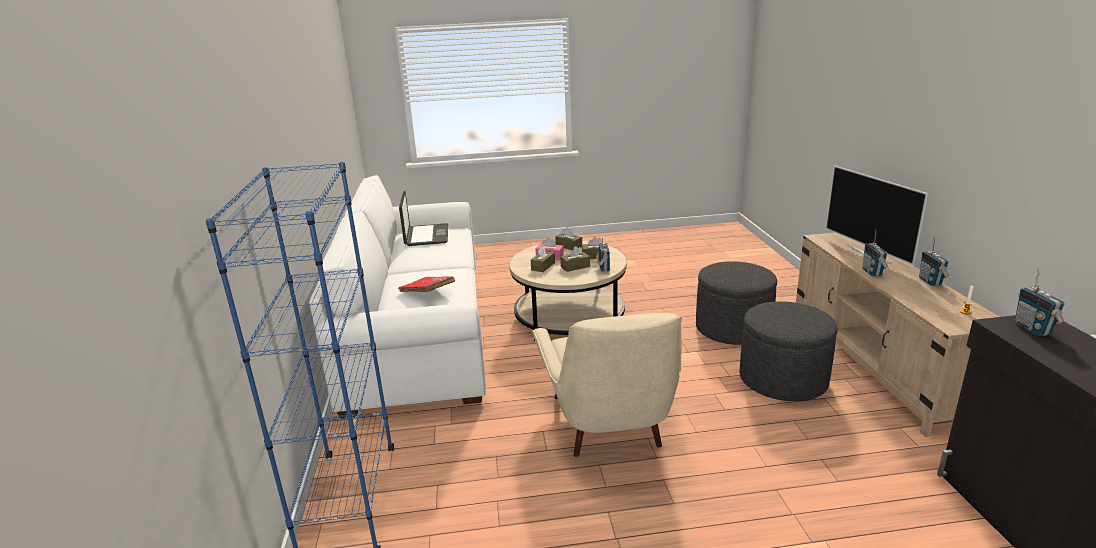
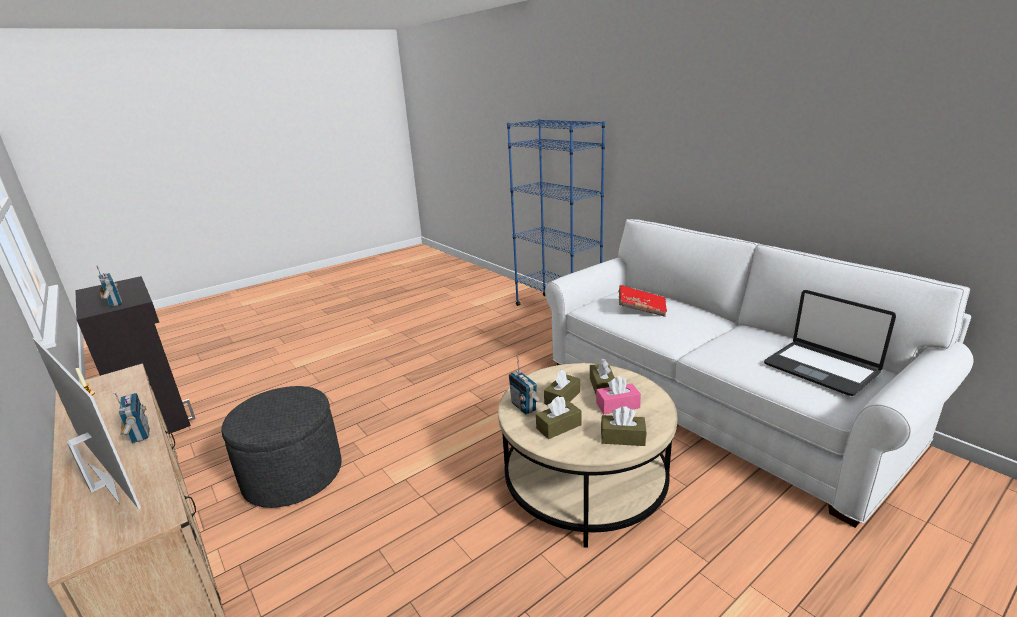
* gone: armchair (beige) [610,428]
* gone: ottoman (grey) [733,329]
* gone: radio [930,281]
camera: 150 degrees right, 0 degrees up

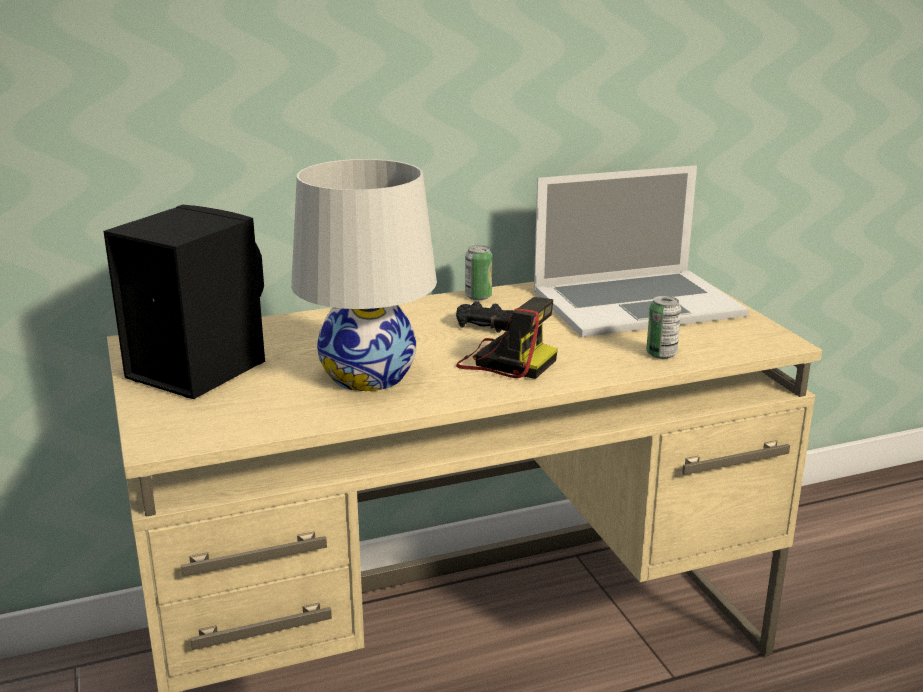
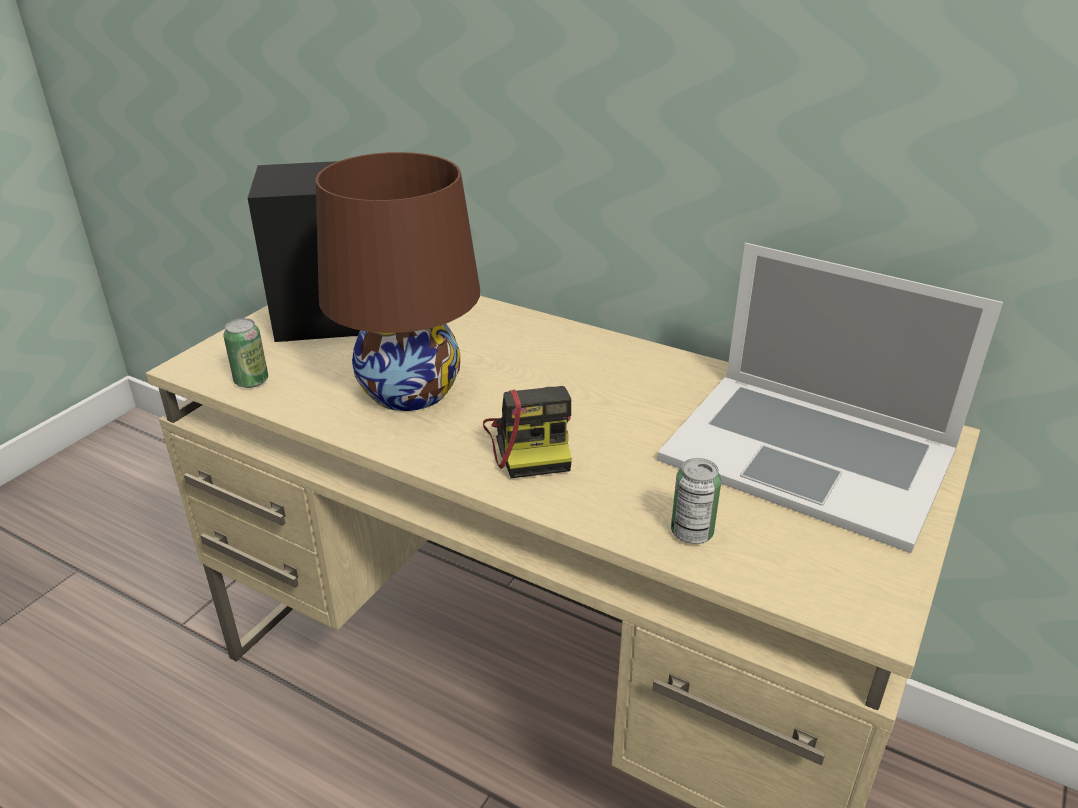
* repainted: table lamp (white) [368,375] to table lamp (brown) [410,390]
* gone: game controller (black) [486,324]
* shifted: can [478,296] to [251,381]
camera: 50 degrees right, 10 degrees up

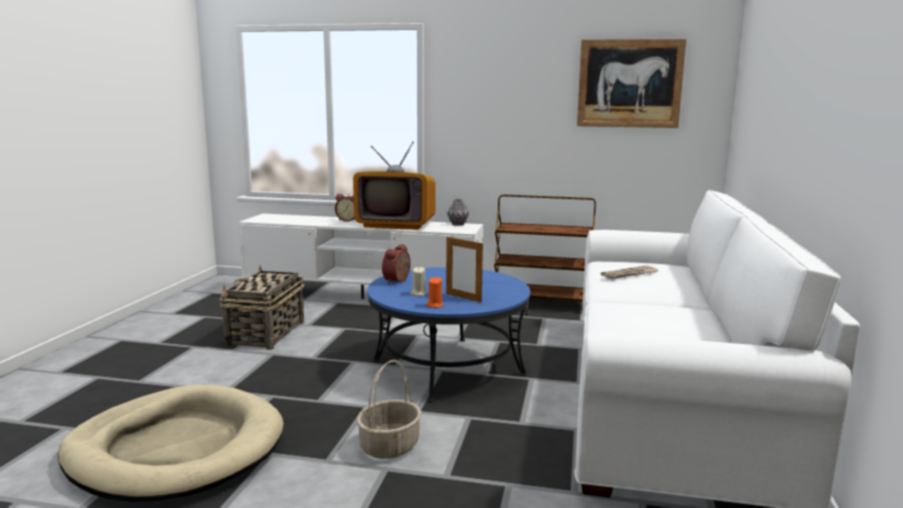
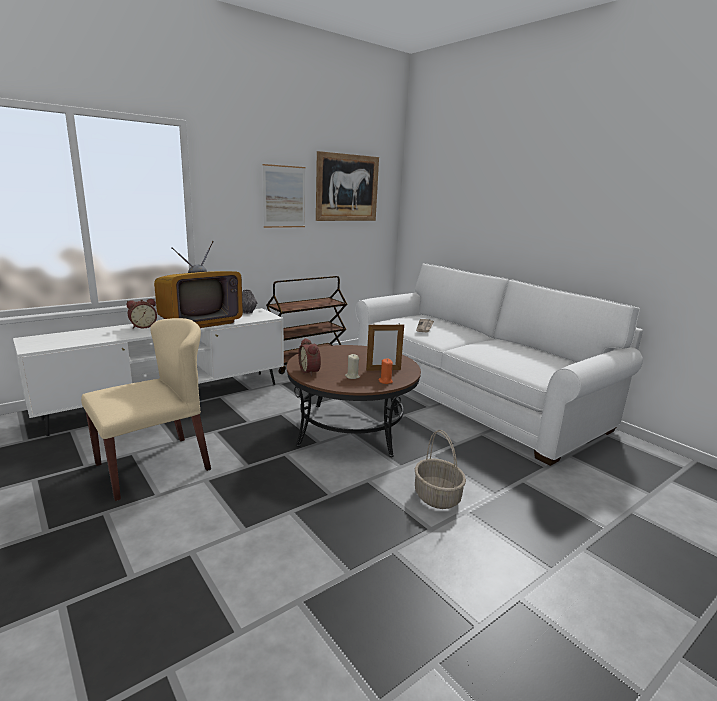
* gone: dog bed (beige) [176,449]
* swapped: basket [265,334] to chair (beige) [154,466]
* repainted: coffee table (blue) [448,367] to coffee table (brown) [351,428]
* new: picture [284,197]
camera: 50 degrees left, 5 degrees up

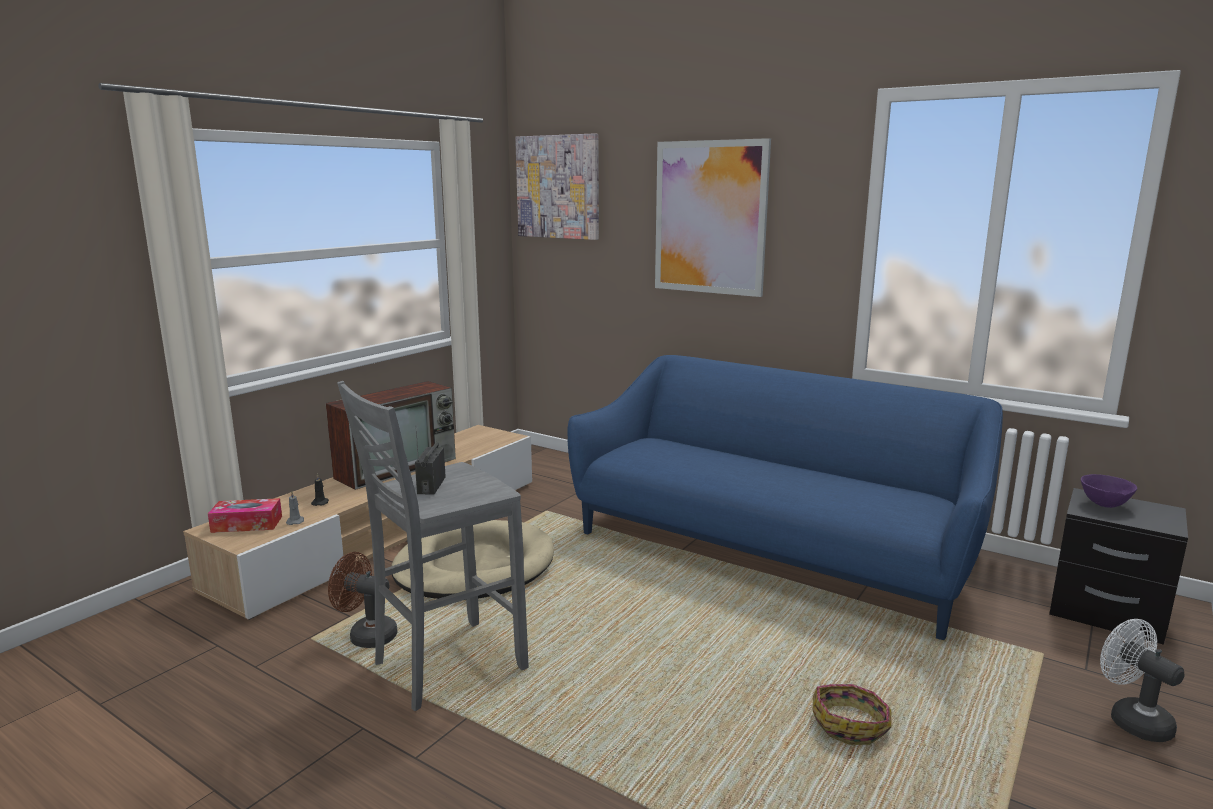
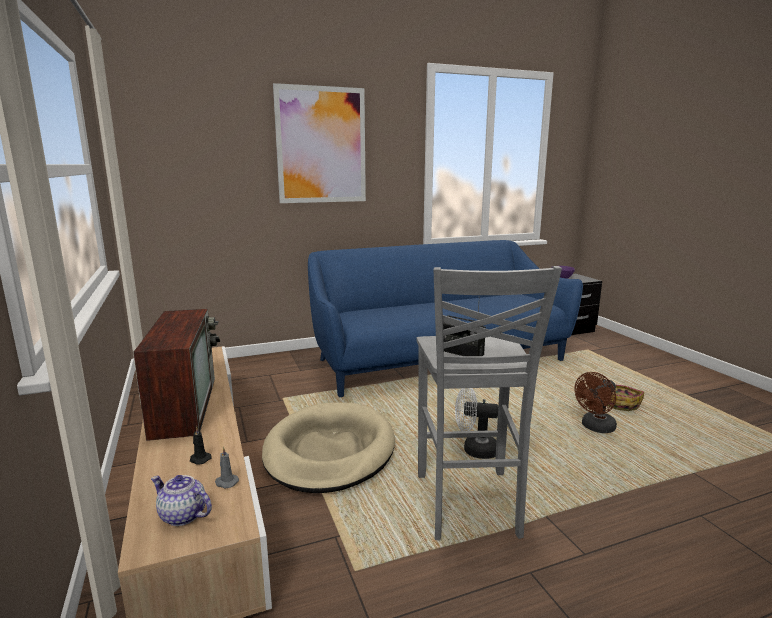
* swapped: tissue box [247,524] to teapot [182,516]
* shifted: fan (brown) [366,635] to [595,428]
* gone: picture [558,187]
* shifted: fan (white) [1131,719] to [474,450]
camera: 55 degrees left, 0 degrees up

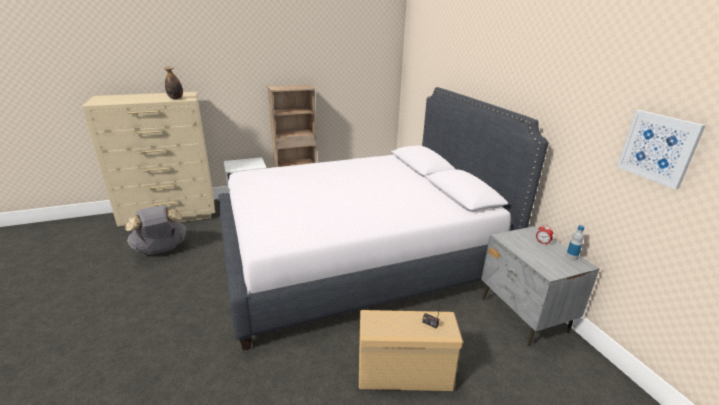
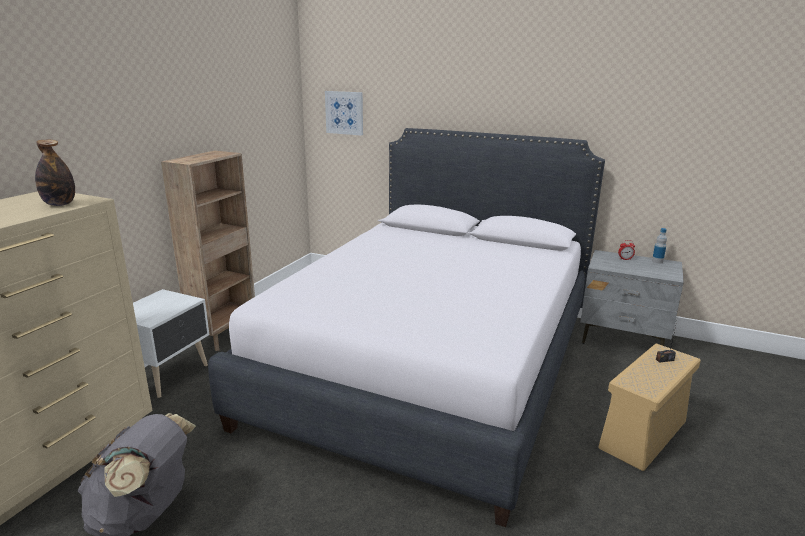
* shifted: picture [658,148] to [344,113]
camera: 45 degrees left, 5 degrees down

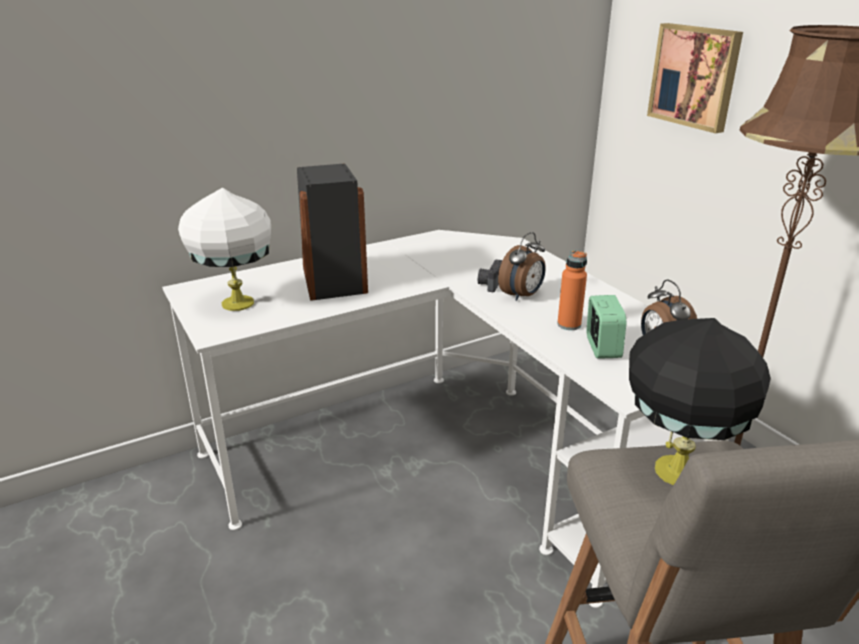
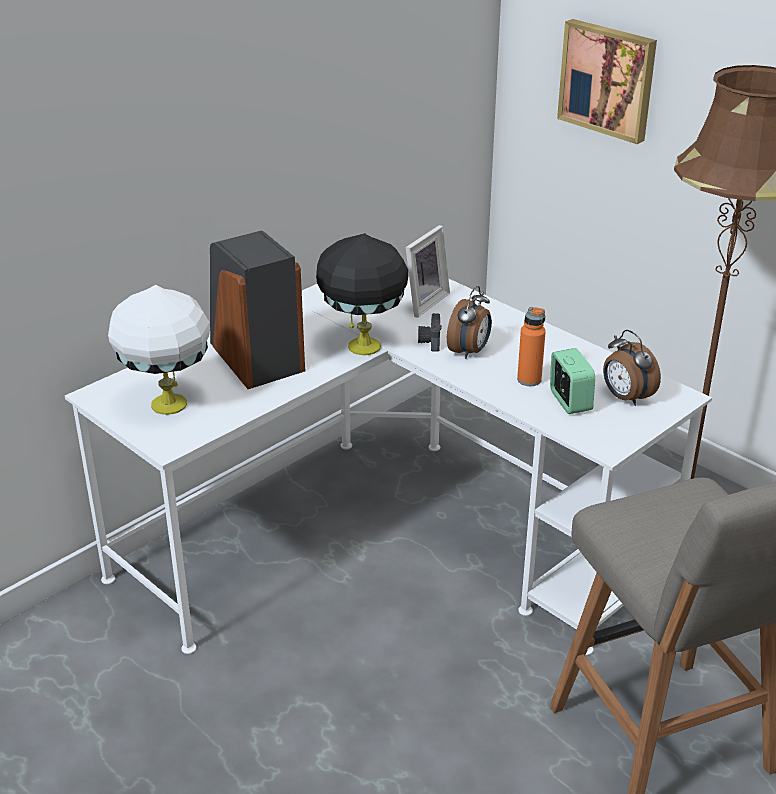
* shifted: table lamp (black) [675,471] to [362,346]
* new: picture frame [422,302]
camera: 15 degrees left, 5 degrees up

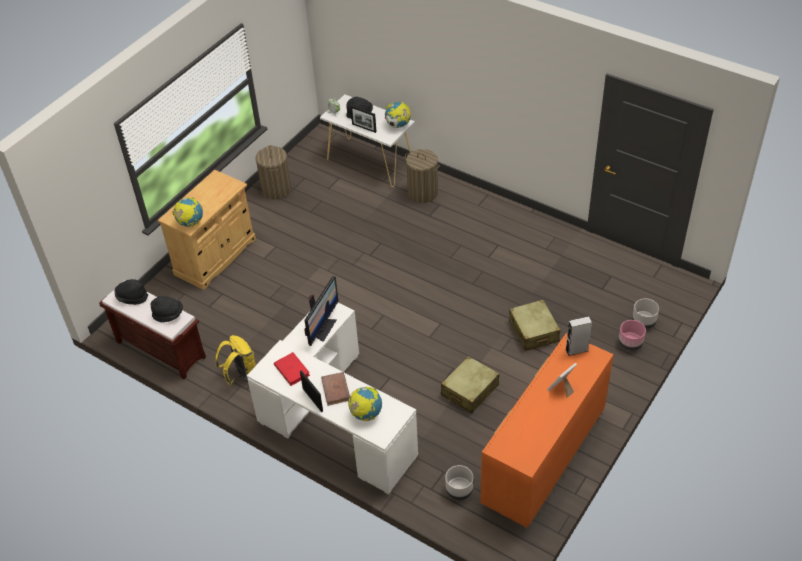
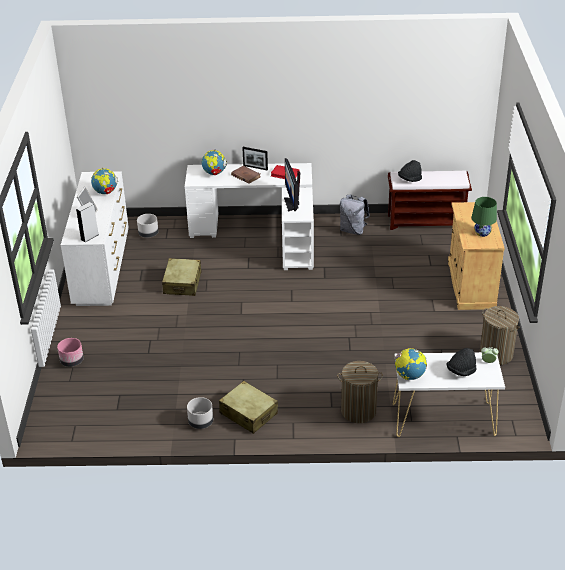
* gone: hat (black) [132,297]
* shifted: globe [190,223] to [106,192]
* repainted: backpack (yellow) [241,375] to backpack (grey) [353,230]
* gone: picture frame [364,128]
* repainted: dresser (orange) [542,458] to dresser (white) [102,268]
* shifted: suitcase (beige) [533,331] to [248,413]
* shifted: planter (grey) [643,322] to [201,422]
* new: table lamp (green) [482,233]
camera: 145 degrees right, 10 degrees down

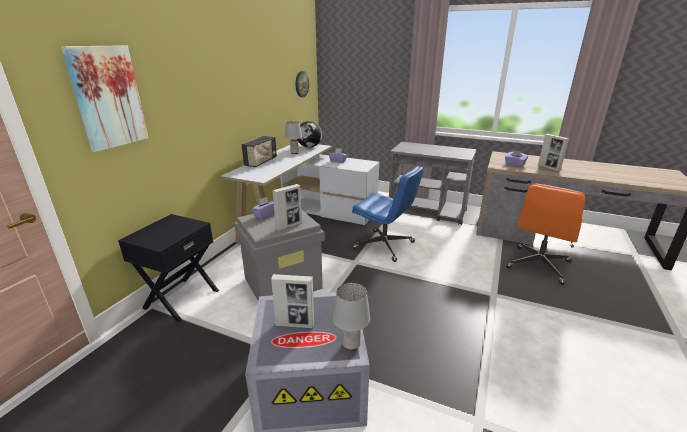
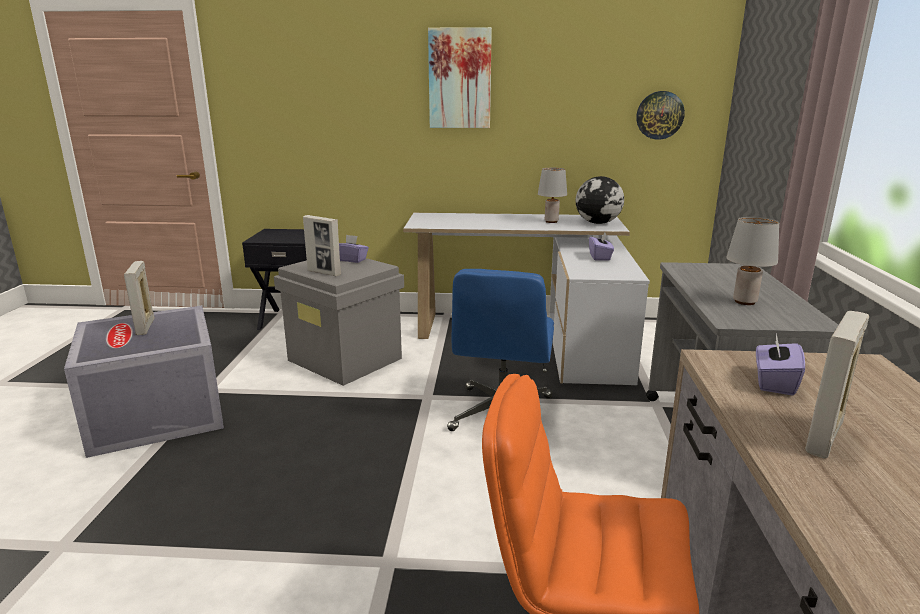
* shifted: picture [108,97] to [460,79]
* gone: radio [261,162]
* shifted: table lamp (grey) [351,345] to [744,302]
camera: 70 degrees right, 5 degrees down

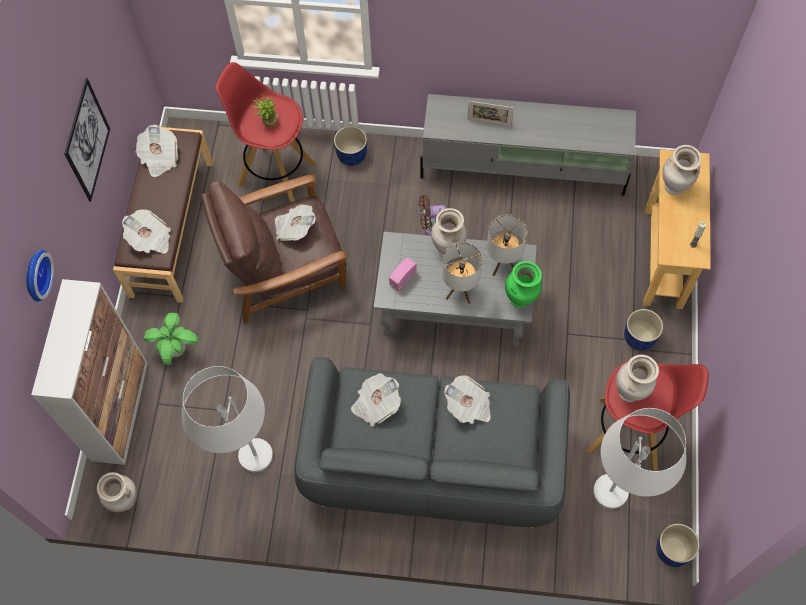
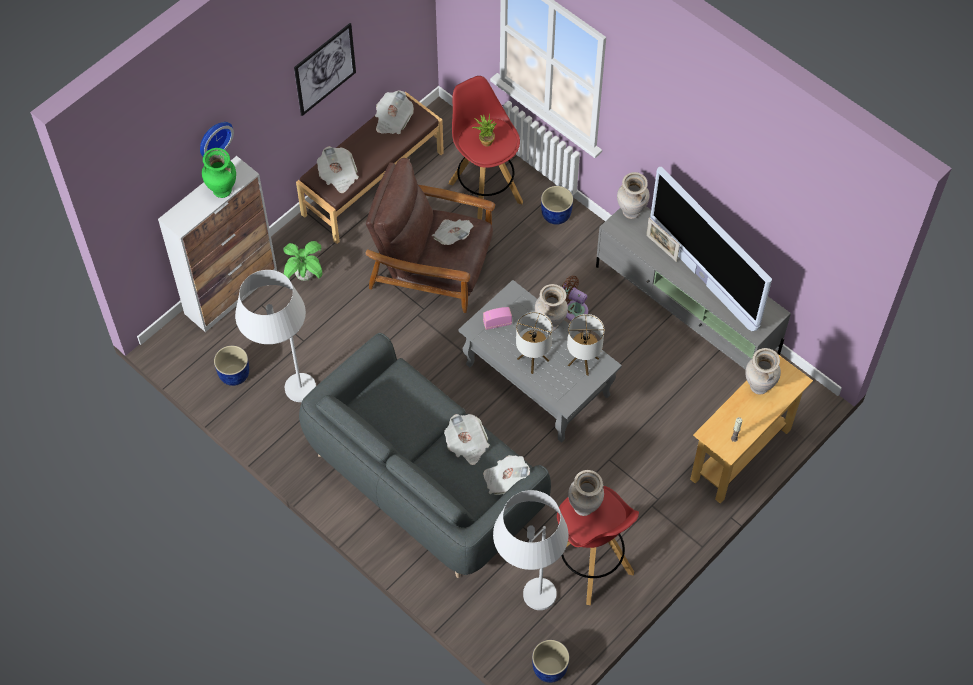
* shifted: vase (beige) [125,502] to [630,212]
* shifted: newspaper [375,404] to [505,480]
* shifted: vase (green) [520,300] to [222,191]
* shifted: planter (blue) [639,338] to [233,374]
* new: television [702,278]
camera: 35 degrees right, 5 degrees down

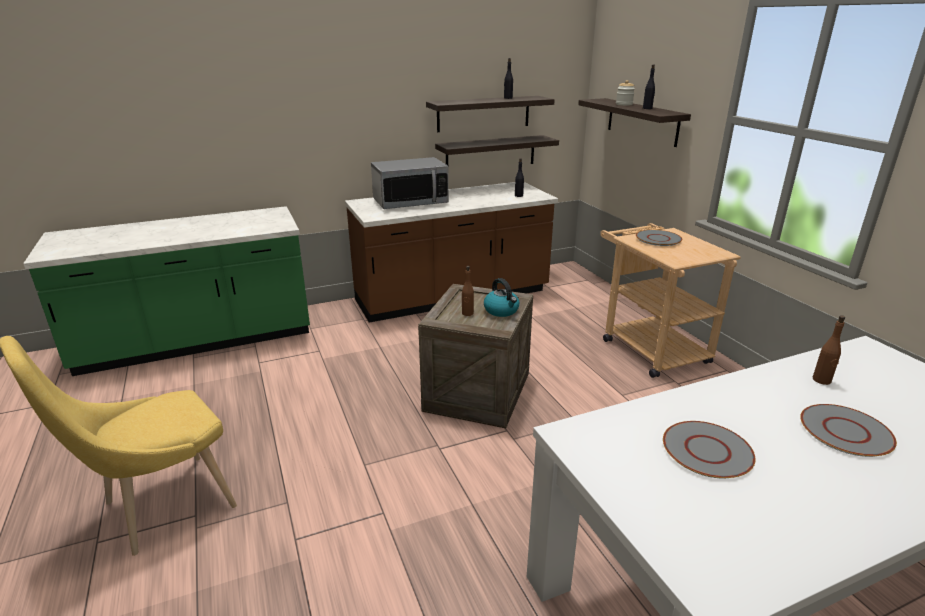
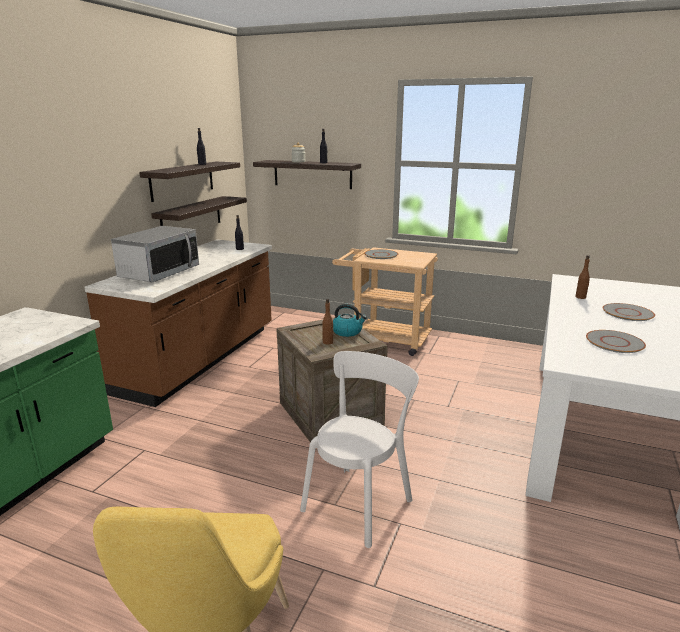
* new: chair (white) [359,501]
camera: 45 degrees left, 5 degrees down

